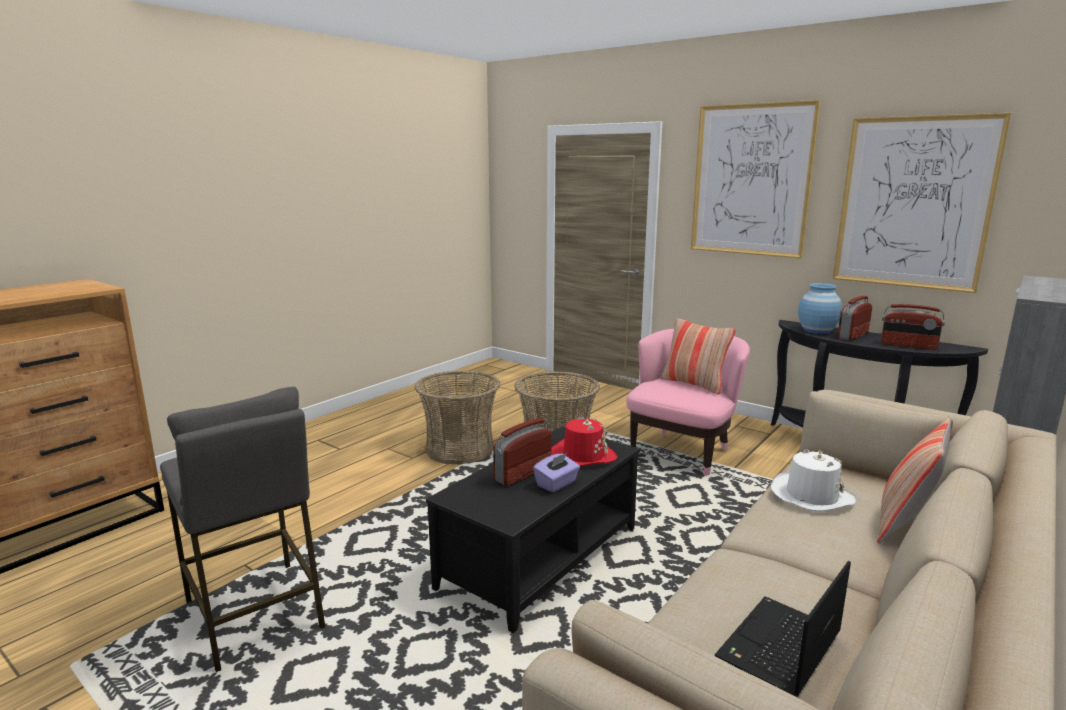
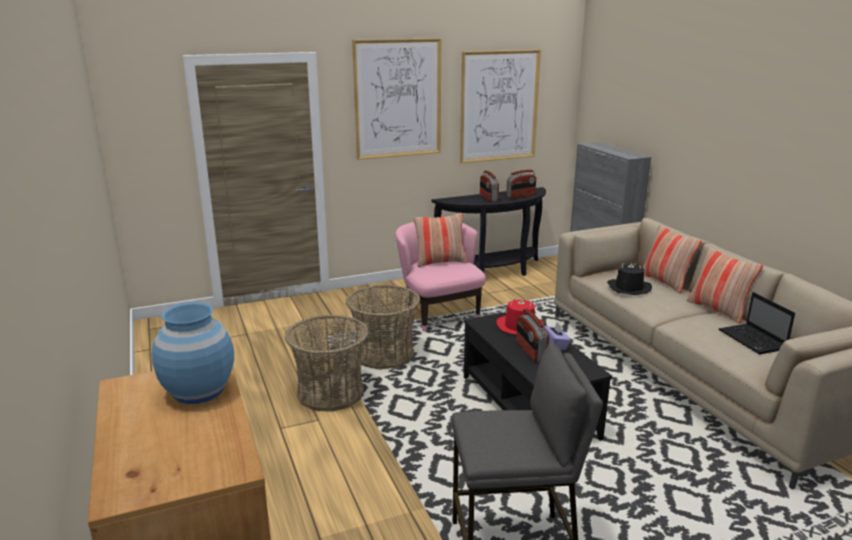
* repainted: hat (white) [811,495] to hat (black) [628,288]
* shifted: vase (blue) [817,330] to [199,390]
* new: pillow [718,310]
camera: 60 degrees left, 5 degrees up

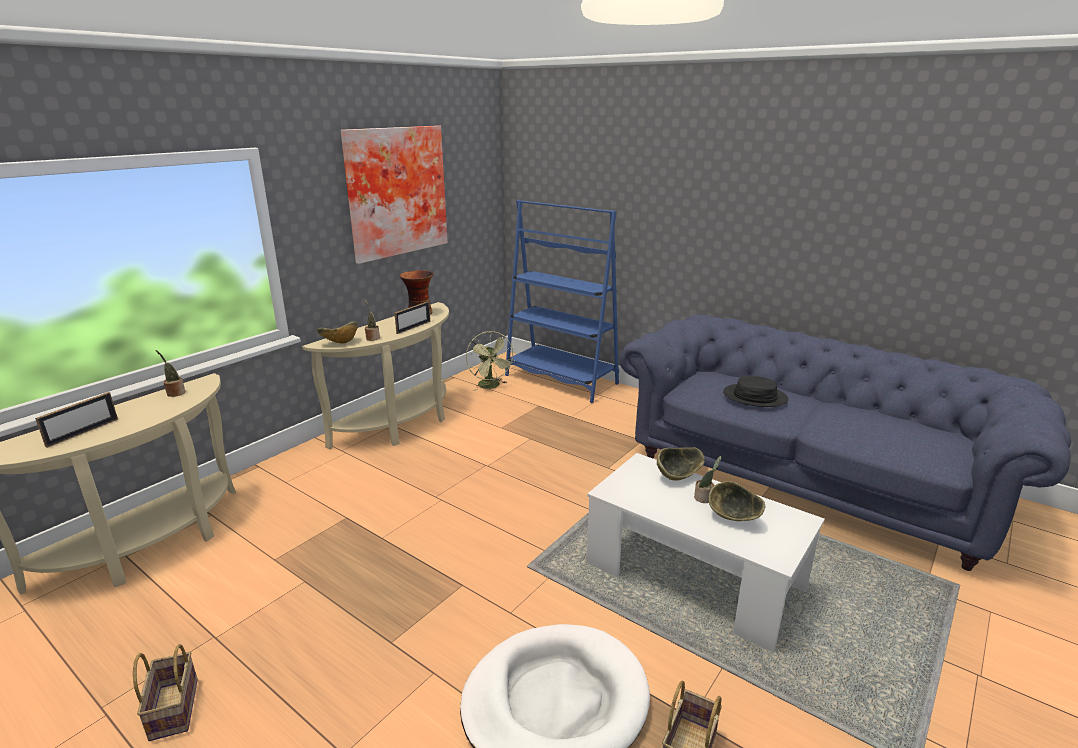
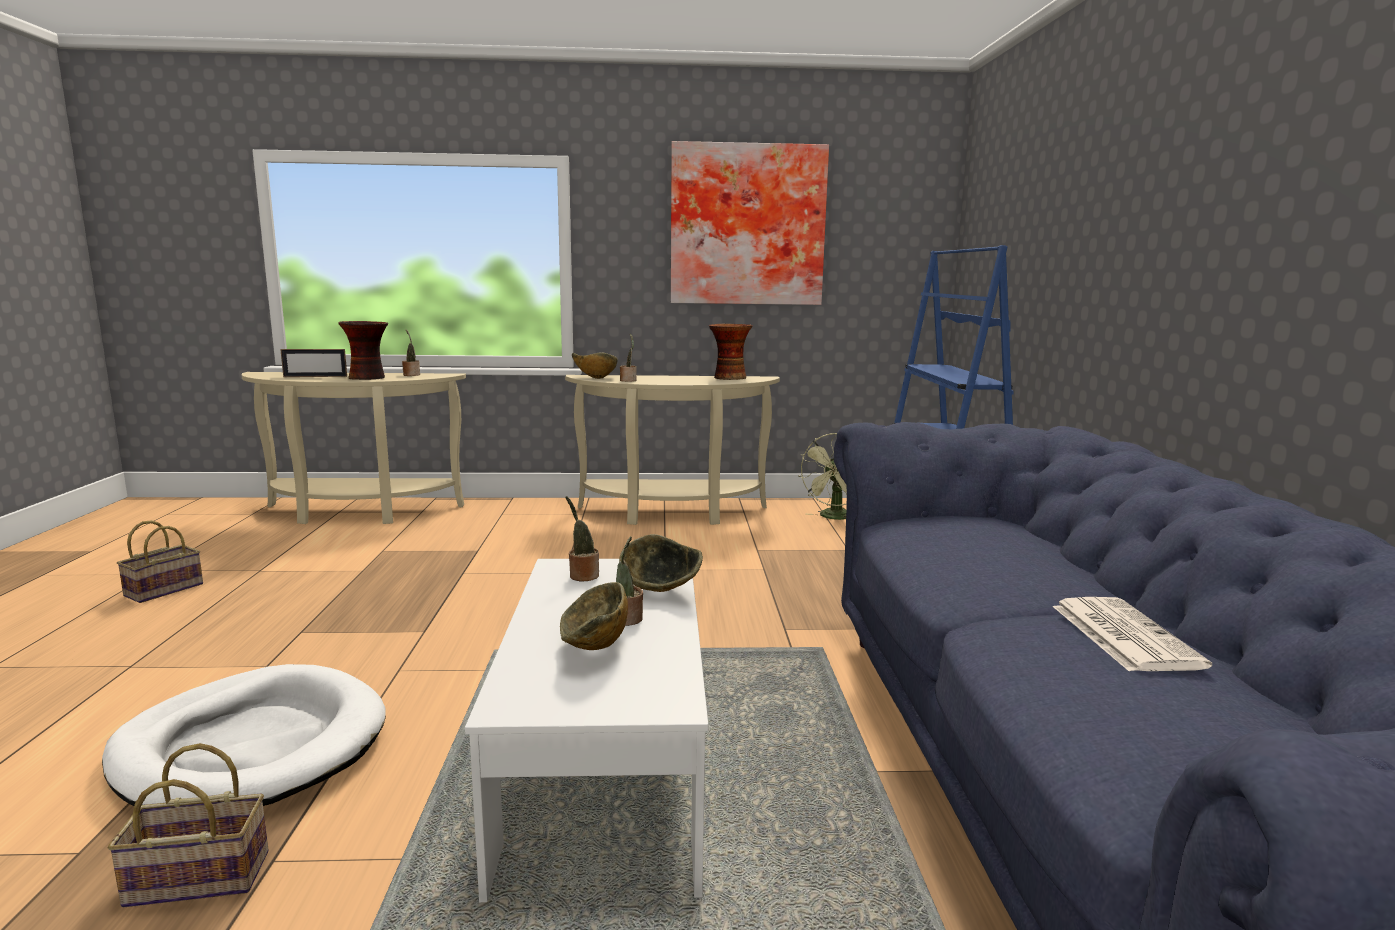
* gone: picture frame [413,327]
* gone: hat (black) [755,397]
* new: vase [368,378]
* new: potted plant [582,575]
* new: newspaper [1122,634]
camera: 50 degrees right, 10 degrees down

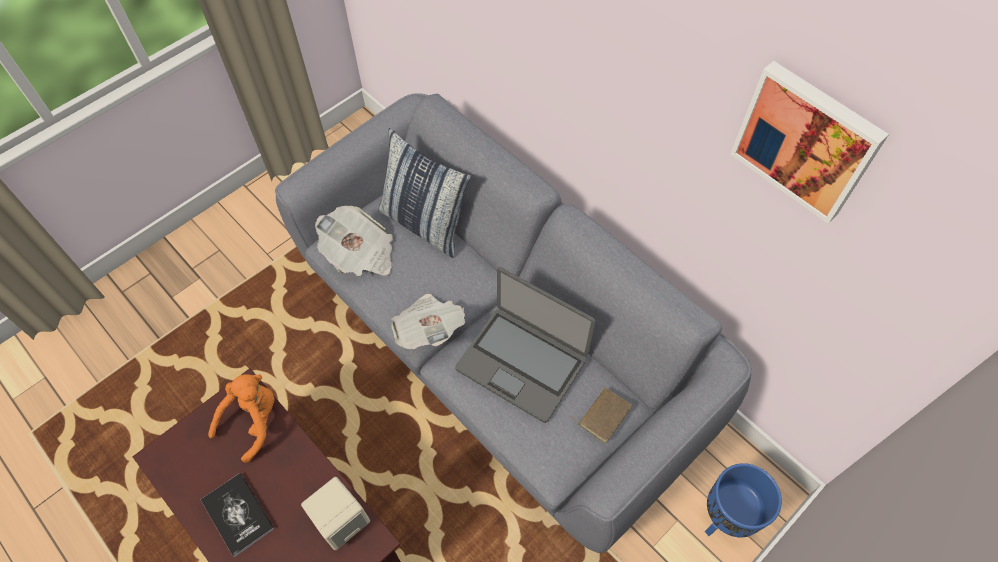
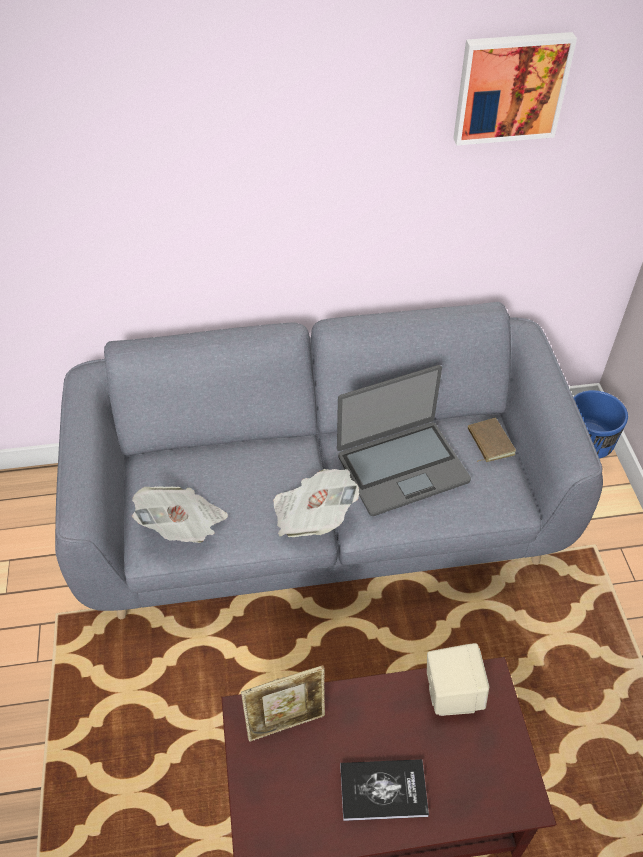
* swapped: plush toy (orange) [253,420] to picture frame [286,723]
* gone: pillow [424,224]
camera: 55 degrees left, 10 degrees down

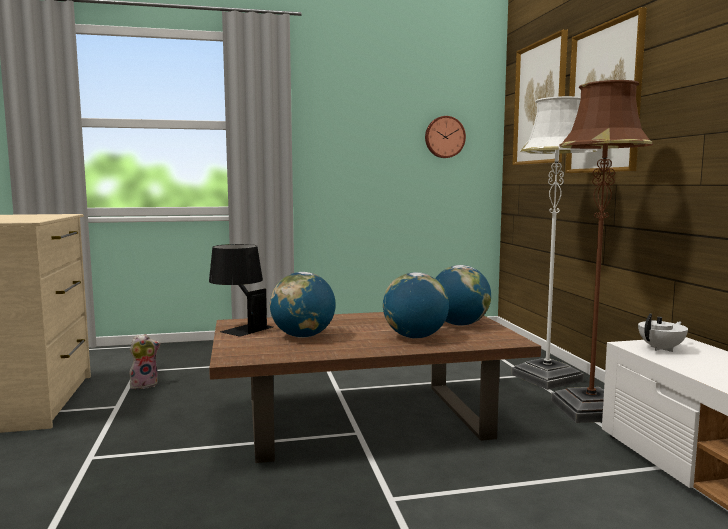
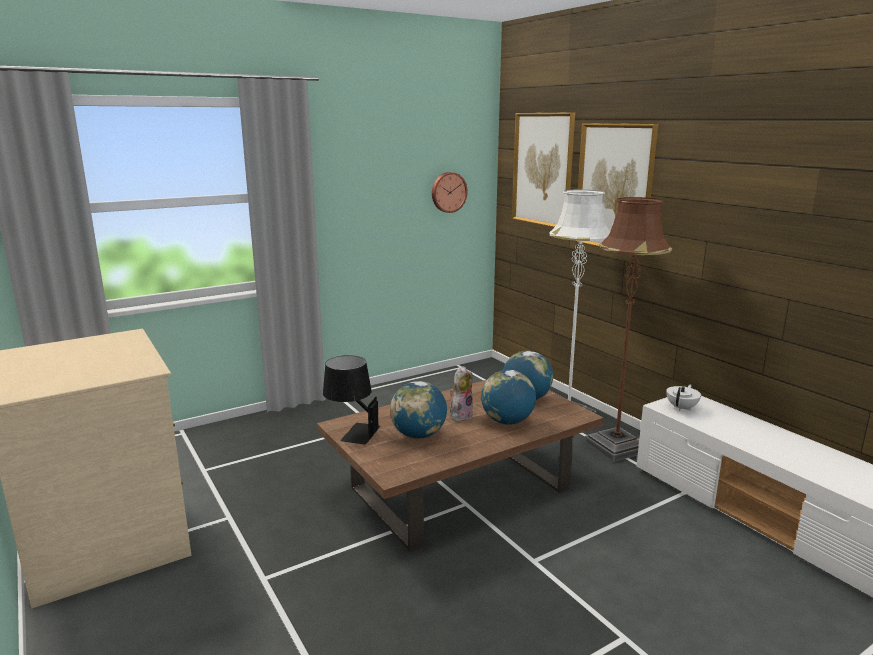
* shifted: plush toy [144,385] to [460,415]
camera: 20 degrees left, 10 degrees up

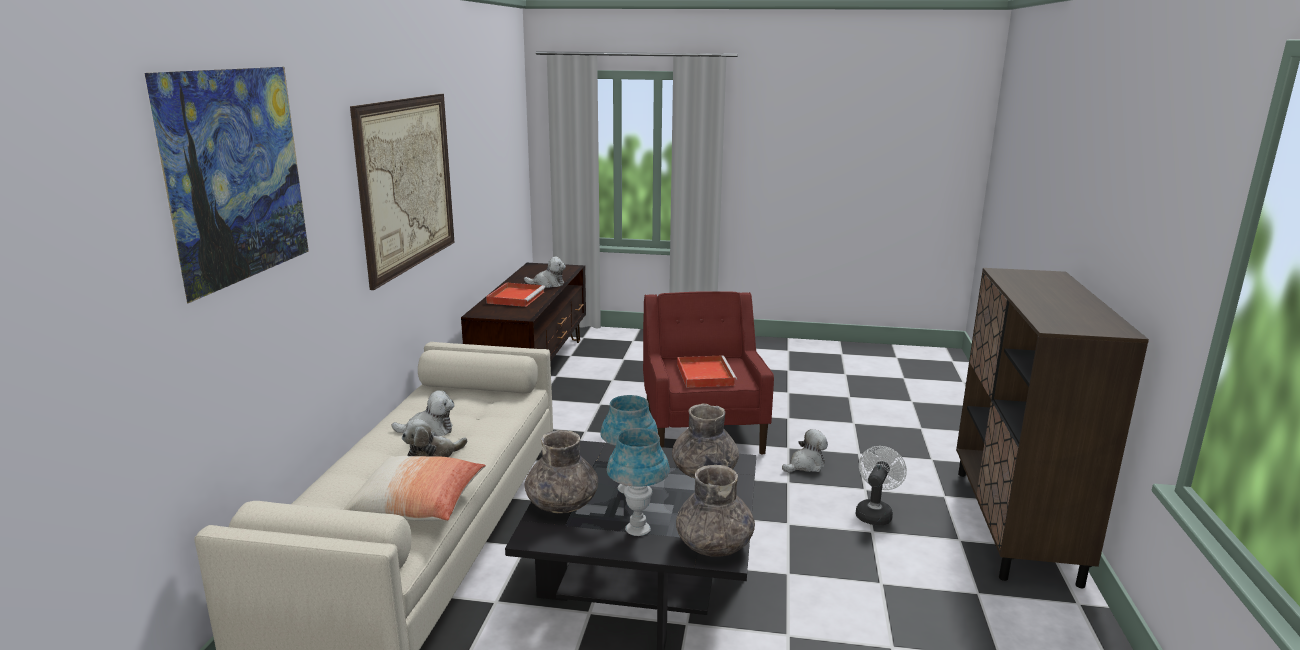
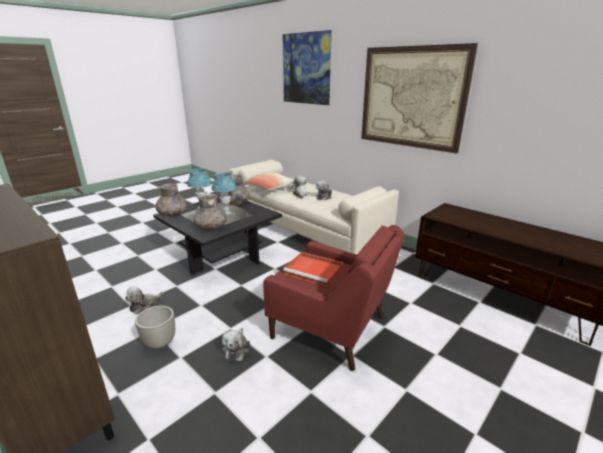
* gone: tray (red) [516,297]
* shifted: plush toy [548,284] to [144,305]
* swapped: fan (white) [875,513] to planter (grey) [160,342]
camera: 125 degrees right, 5 degrees up

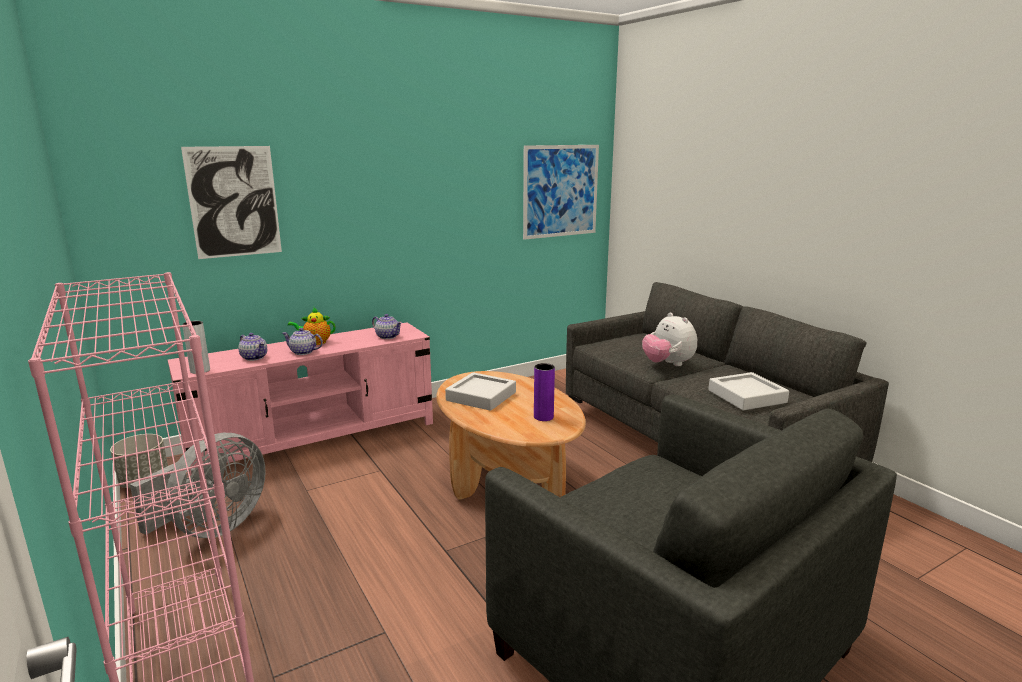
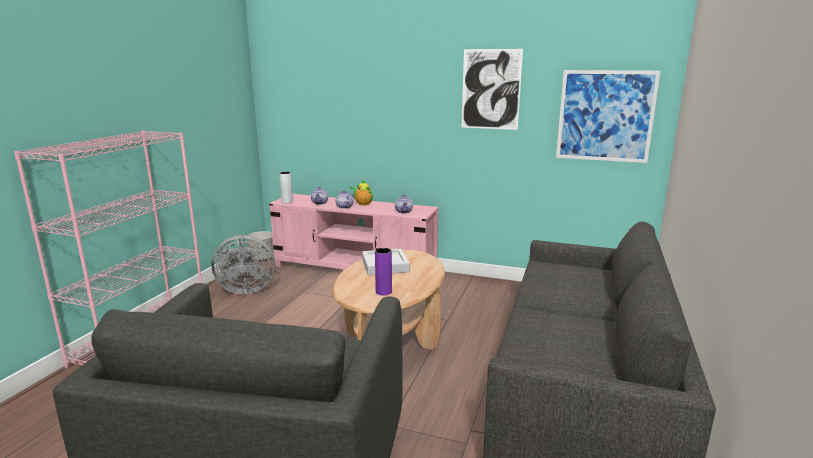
* shifted: picture [234,202] to [491,89]
* gone: plush toy [668,364]
* gone: tray (grey) [747,396]
camera: 50 degrees right, 0 degrees up

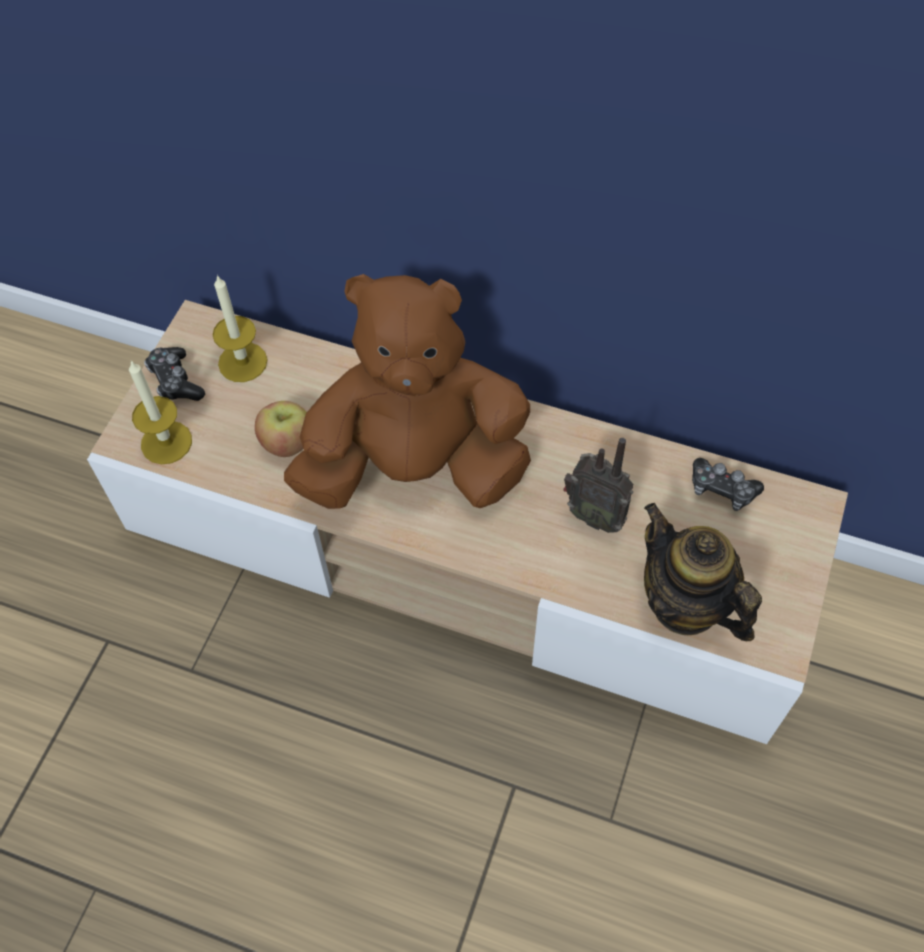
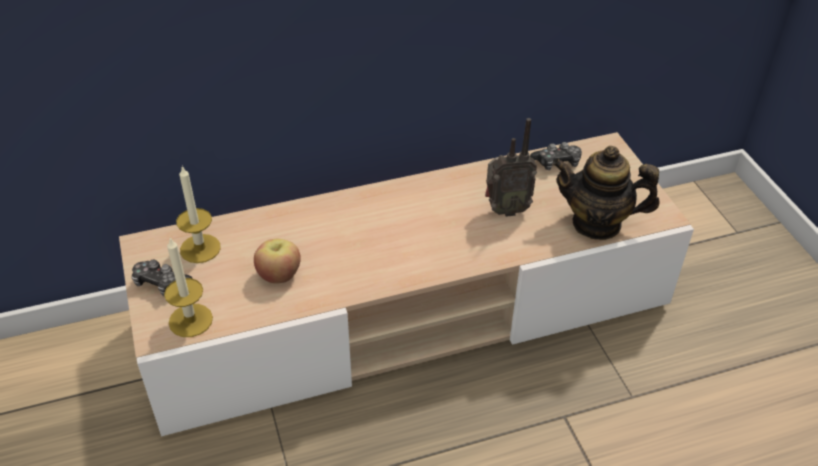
* gone: plush toy (brown) [415,467]
camera: 40 degrees left, 15 degrees down

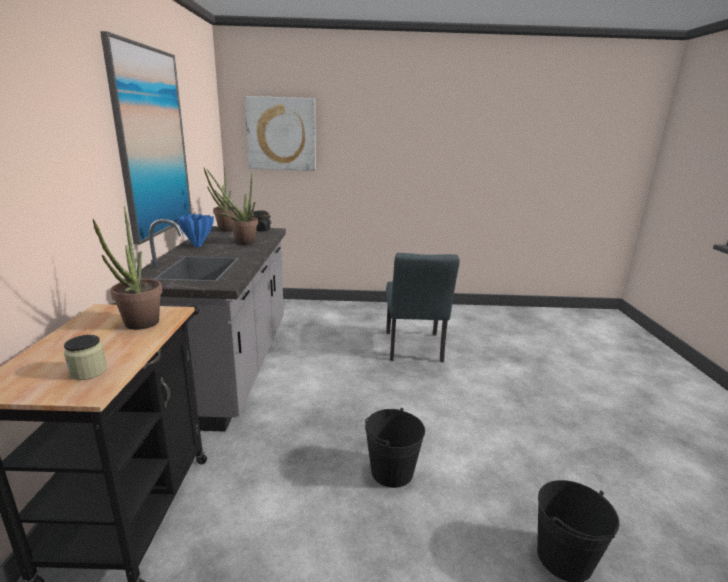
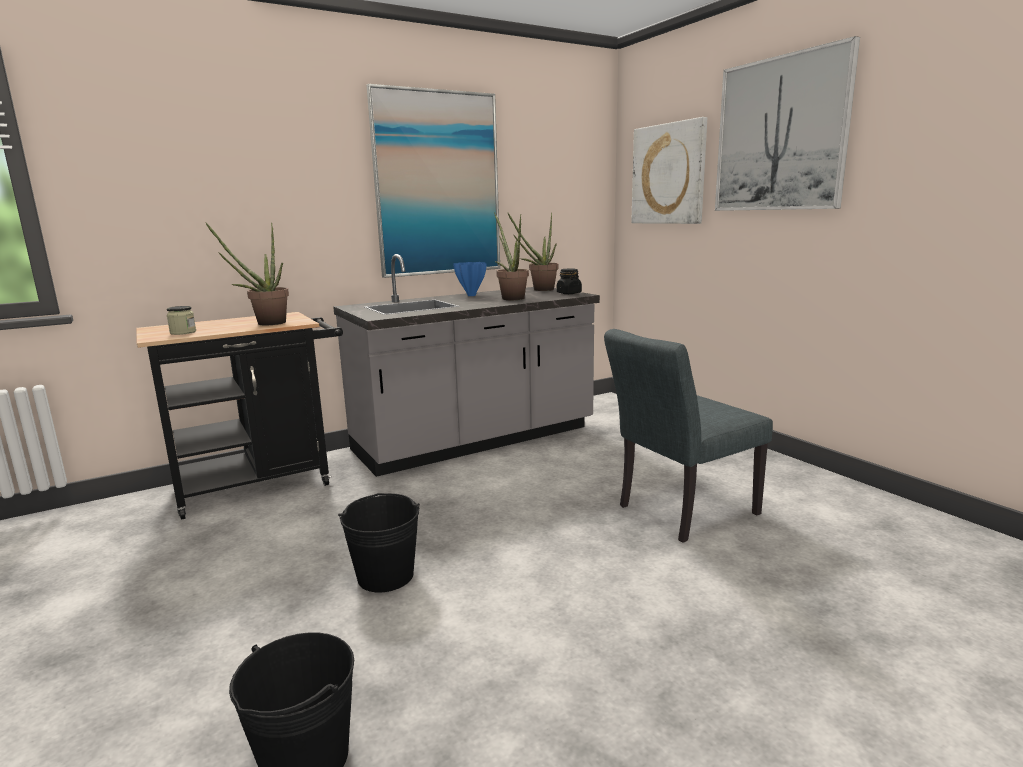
* new: picture [780,134]
camera: 60 degrees right, 5 degrees down

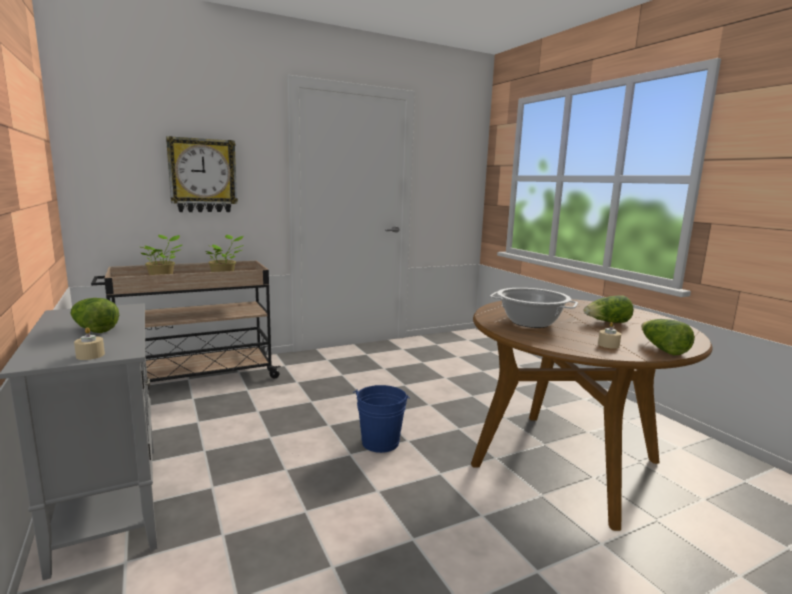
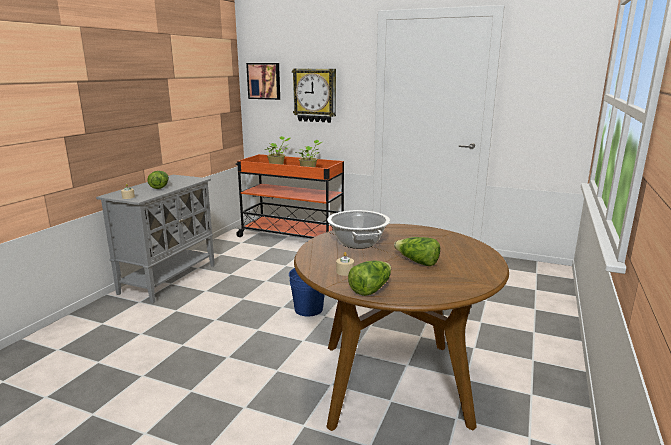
* repainted: cart (beige) [194,378] to cart (orange) [291,236]
* new: picture [264,81]
camera: 50 degrees right, 5 degrees up

